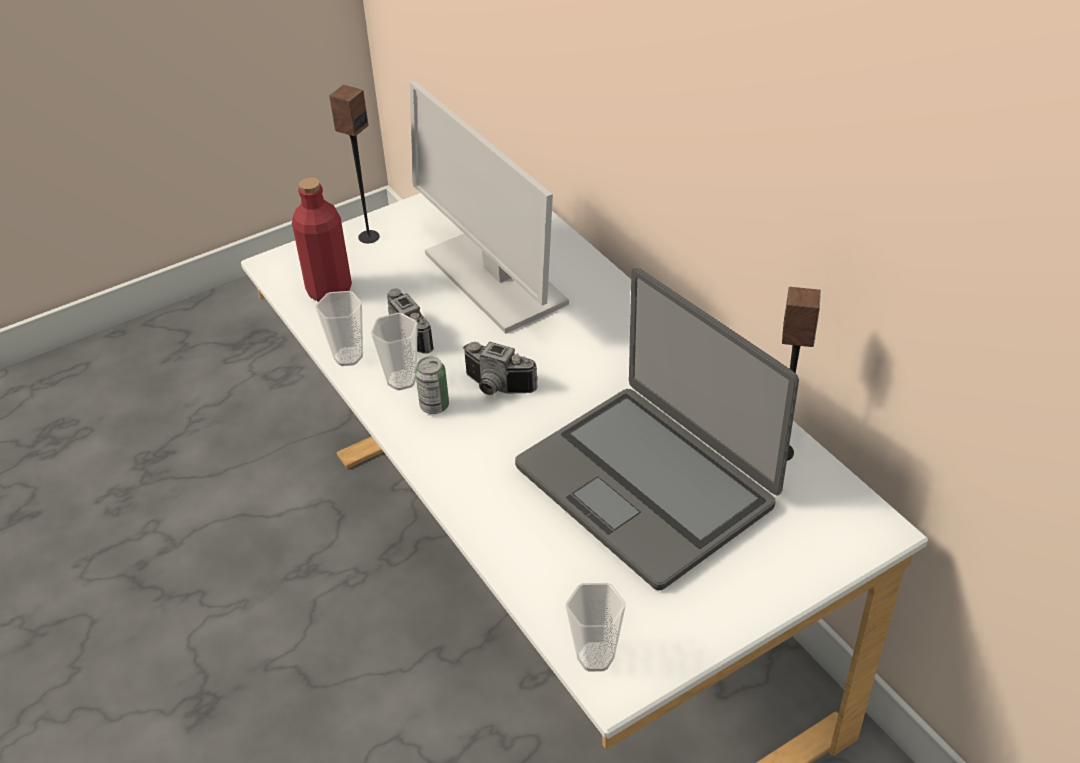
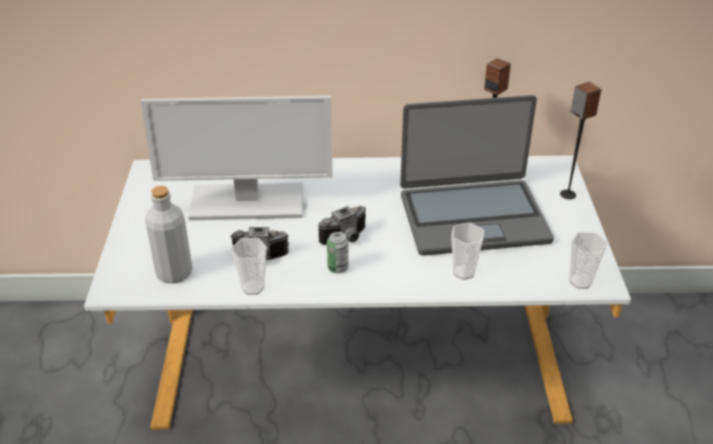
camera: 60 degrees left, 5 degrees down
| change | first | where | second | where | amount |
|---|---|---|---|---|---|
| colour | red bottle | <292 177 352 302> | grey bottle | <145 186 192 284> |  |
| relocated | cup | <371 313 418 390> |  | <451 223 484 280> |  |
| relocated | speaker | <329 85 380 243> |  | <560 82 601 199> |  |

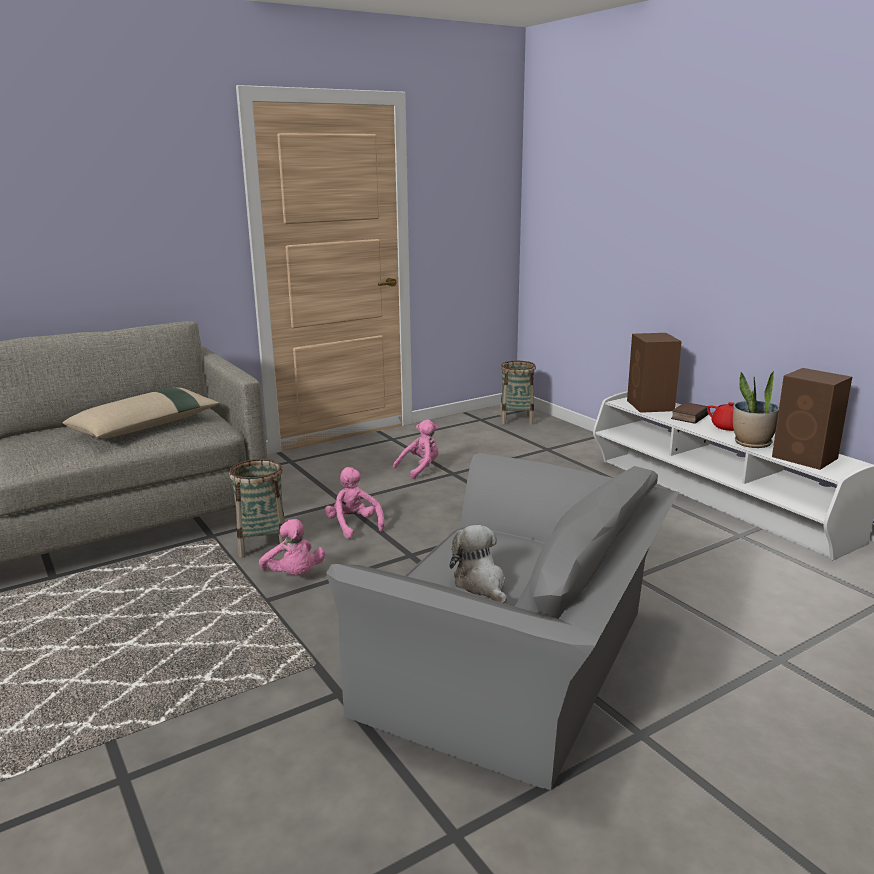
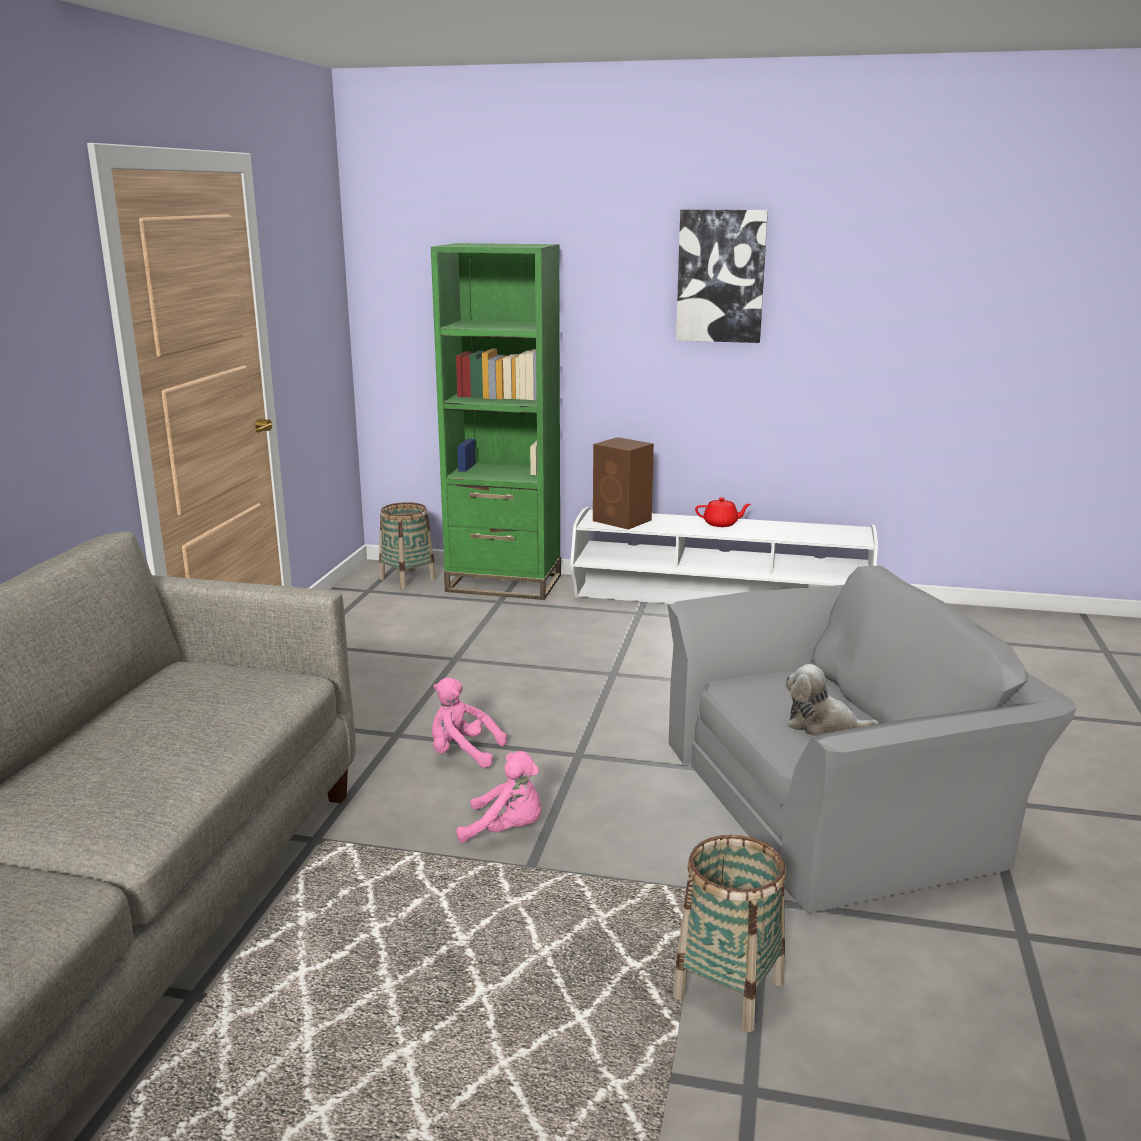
camera: 45 degrees left, 0 degrees up
| change | first | where | second | where | amount |
|---|---|---|---|---|---|
| appeared |  |  | green bookcase | <431 243 561 600> |  |
| relocated | basket | <229 459 286 558> |  | <673 835 786 1032> |  |
| appeared |  |  | picture | <676 210 768 343> |  |
| missing | beige pillow | <63 388 219 438> |  |  |  |
| missing | pink plush toy | <393 420 439 479> |  |  |  |
| missing | book | <671 402 708 424> |  |  |  |
| missing | potted plant | <733 371 779 448> |  |  |  |
| missing | brown speaker | <772 368 852 470> |  |  |  |

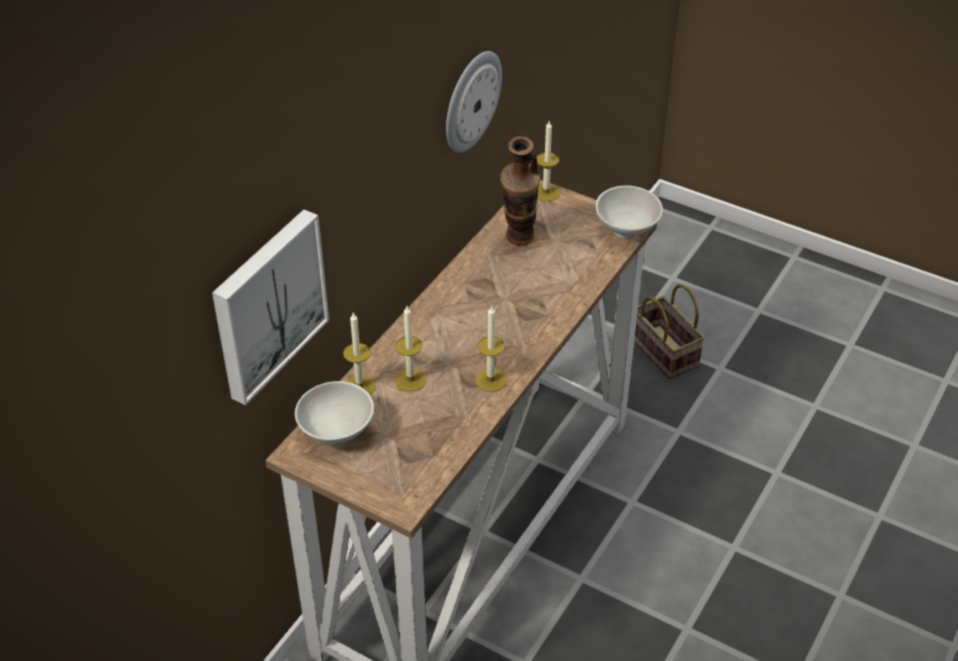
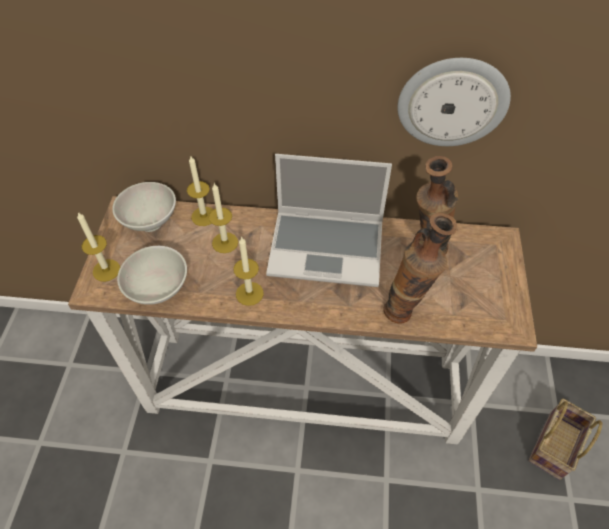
camera: 65 degrees right, 10 degrees up
| change | first | where | second | where | amount |
|---|---|---|---|---|---|
| relocated | candle | <537 121 560 202> |  | <77 212 120 282> |  |
| relocated | white bowl | <595 186 663 239> |  | <117 246 187 305> |  |
| appeared |  |  | laptop | <266 154 392 287> |  |
| appeared |  |  | vase | <383 213 457 324> |  |
| missing | picture | <212 209 329 405> |  |  |  |

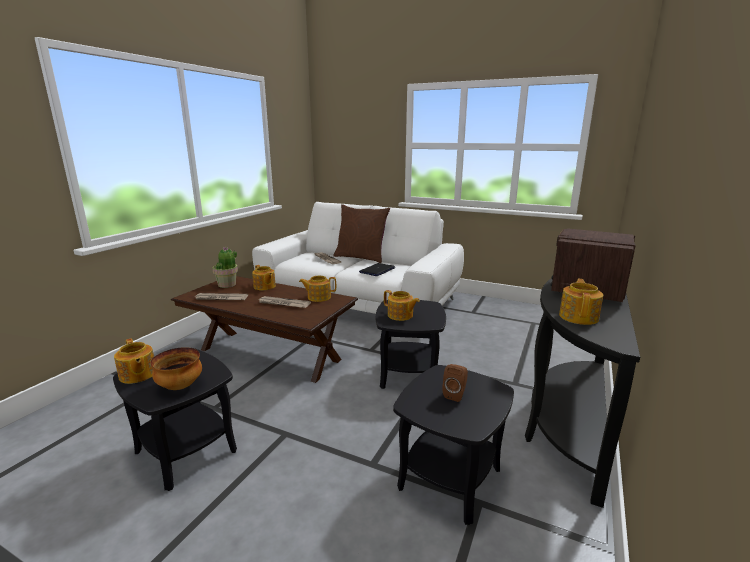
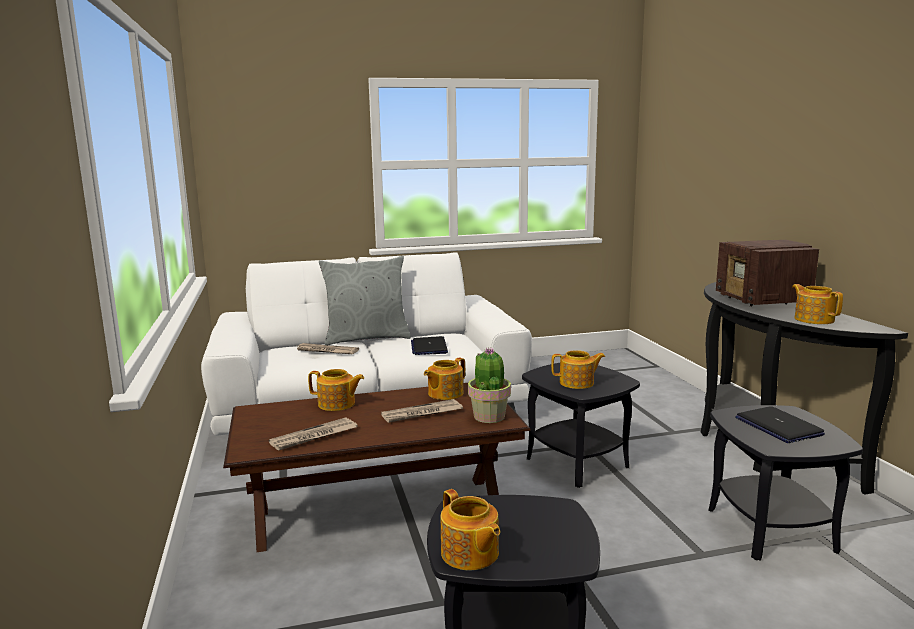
camera: 40 degrees left, 5 degrees down
| change | first | where | second | where | amount |
|---|---|---|---|---|---|
| colour | brown pillow | <333 204 390 263> | grey pillow | <319 256 411 345> |  |
| spun | teapot | <114 338 154 384> |  | <441 489 500 570> | 45 degrees clockwise |
| relocated | potted plant | <212 247 238 288> |  | <468 348 511 423> |  |
| exchanged | brown speaker | <442 364 468 402> | laptop | <735 406 825 443> |  |
| missing | bowl | <150 347 202 390> |  |  |  |

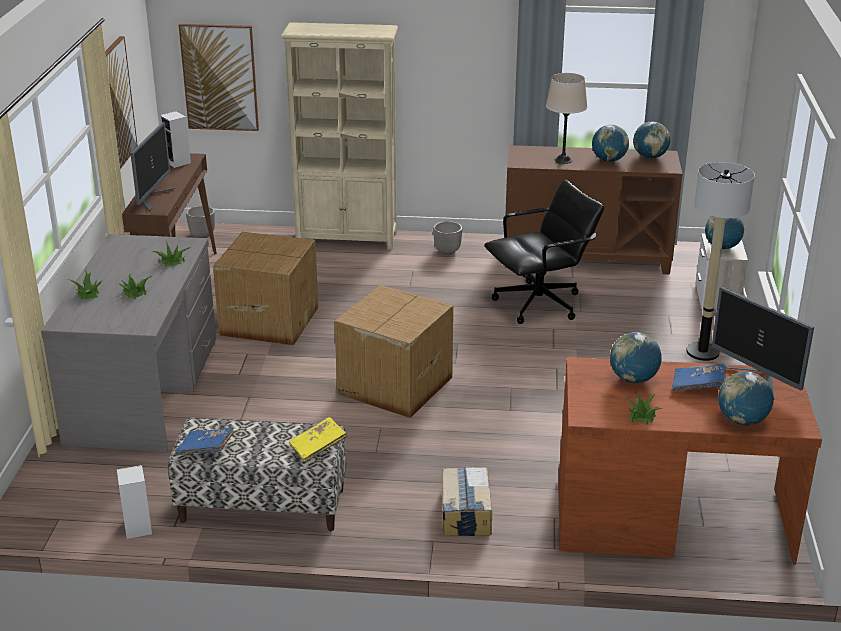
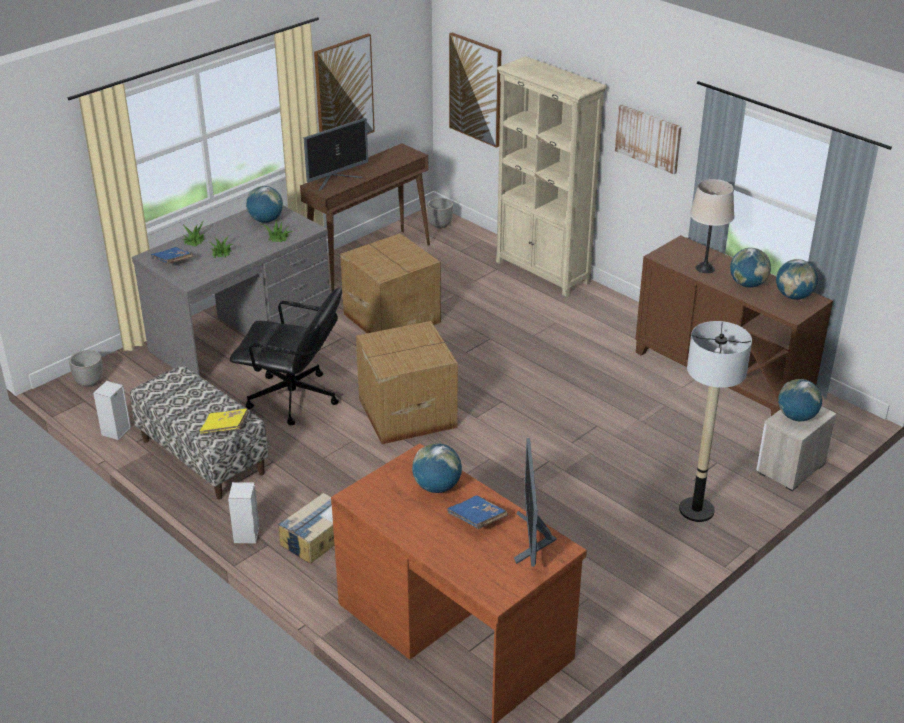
camera: 40 degrees right, 5 degrees up
| change | first | where | second | where | amount |
|---|---|---|---|---|---|
| relocated | planter | <433 221 462 255> |  | <69 350 103 387> |  |
| relocated | blue book | <175 428 234 455> |  | <151 247 193 264> |  |
| relocated | speaker | <160 111 191 168> |  | <228 482 260 544> |  |
| relocated | black office chair | <484 180 604 324> |  | <230 288 342 425> |  |
| relocated | globe | <718 372 774 425> |  | <246 186 283 223> |  |
| appeared |  |  | picture | <615 104 682 174> |  |
| missing | potted plant | <627 394 662 425> |  |  |  |

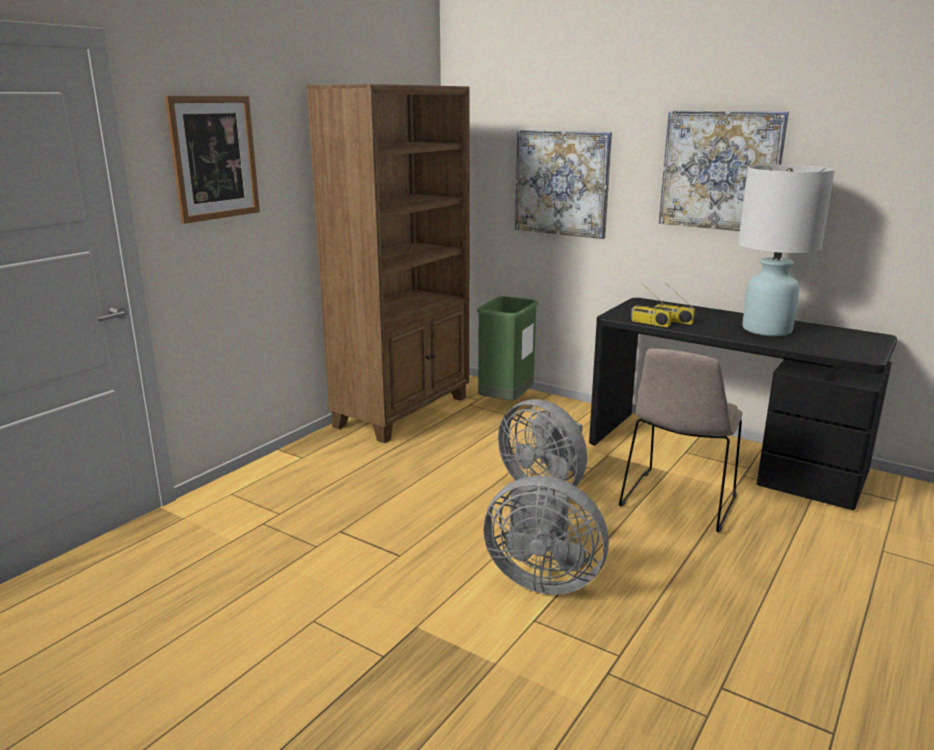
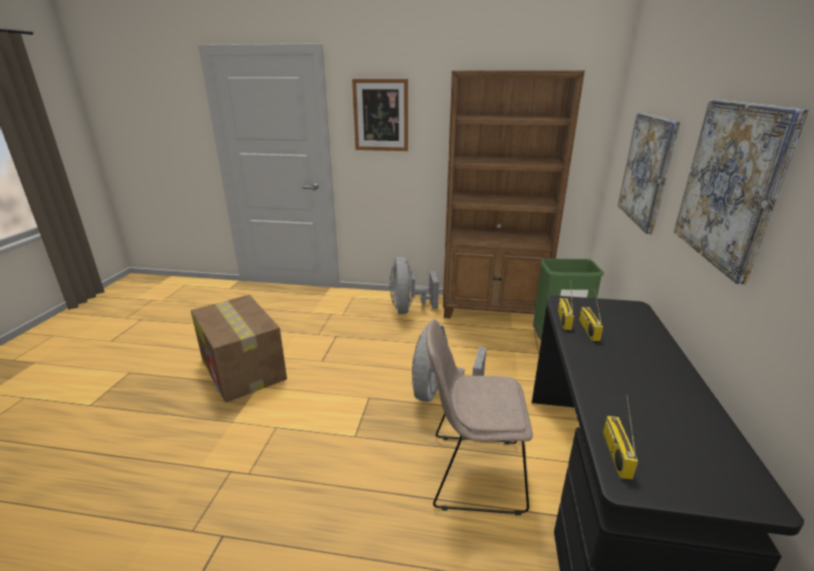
camera: 65 degrees right, 5 degrees up
| change | first | where | second | where | amount |
|---|---|---|---|---|---|
| appeared |  |  | cardboard box | <191 295 287 403> |  |
| relocated | grey fan | <484 476 609 595> |  | <389 257 439 314> |  |
| appeared |  |  | radio | <603 395 638 479> |  |
| missing | white table lamp | <738 165 835 336> |  |  |  |

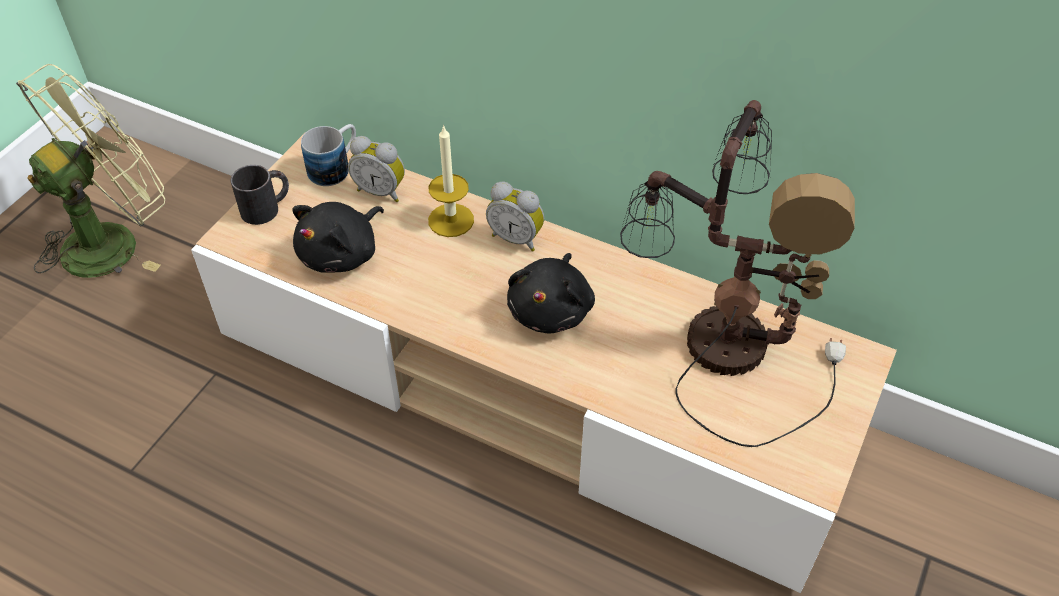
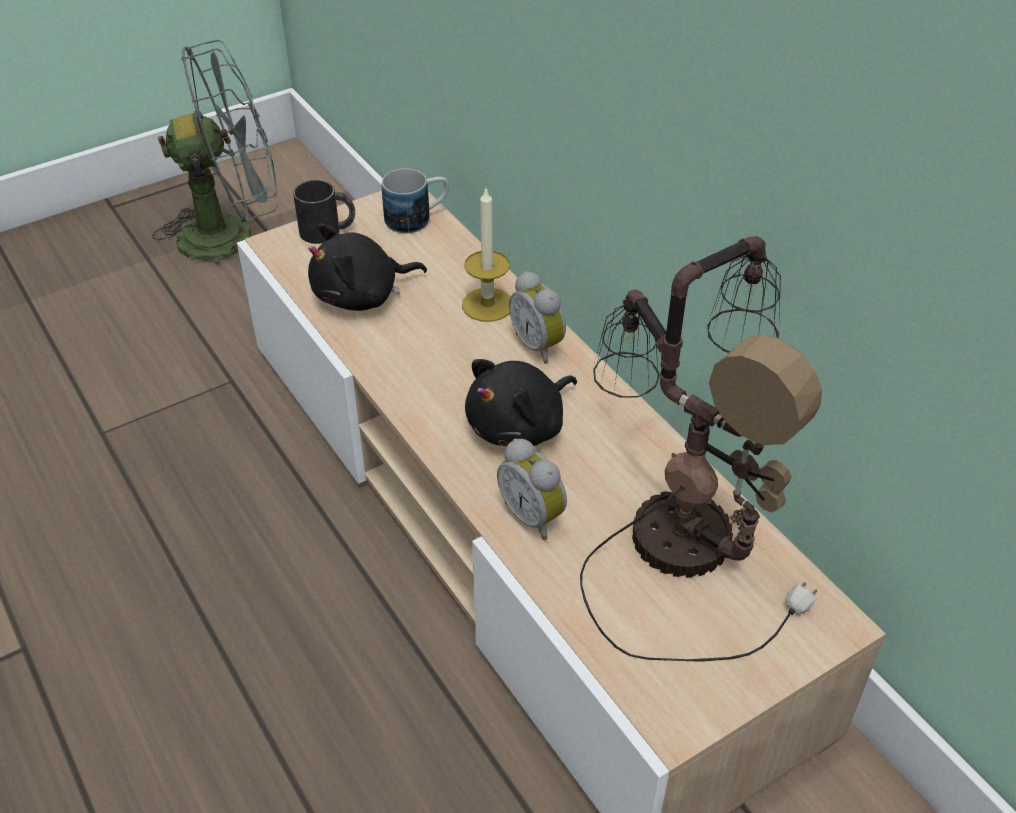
camera: 30 degrees right, 5 degrees down
| change | first | where | second | where | amount |
|---|---|---|---|---|---|
| colour | green fan | <16 64 165 278> | grey fan | <152 40 278 270> |  |
| relocated | alarm clock | <348 136 405 202> |  | <497 439 567 540> |  |

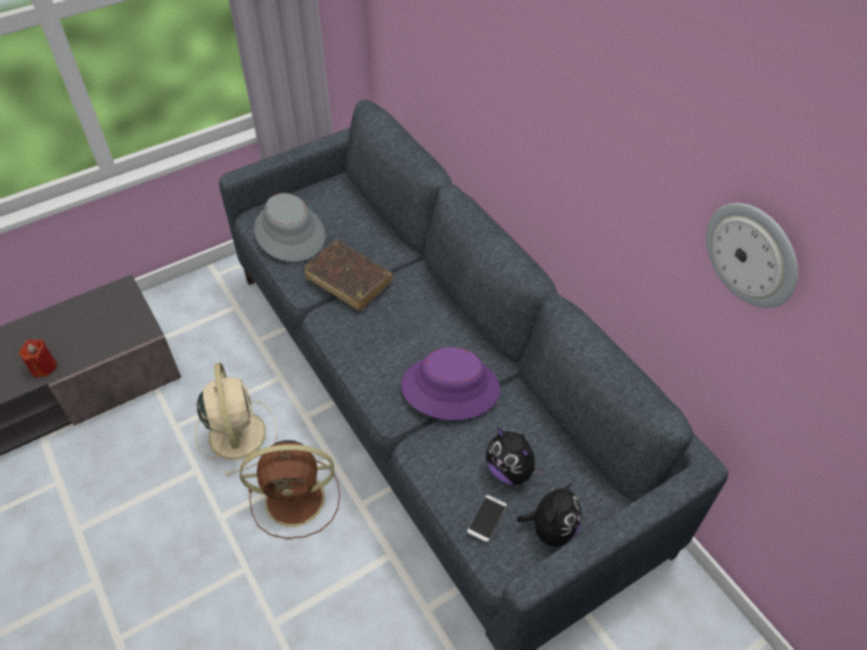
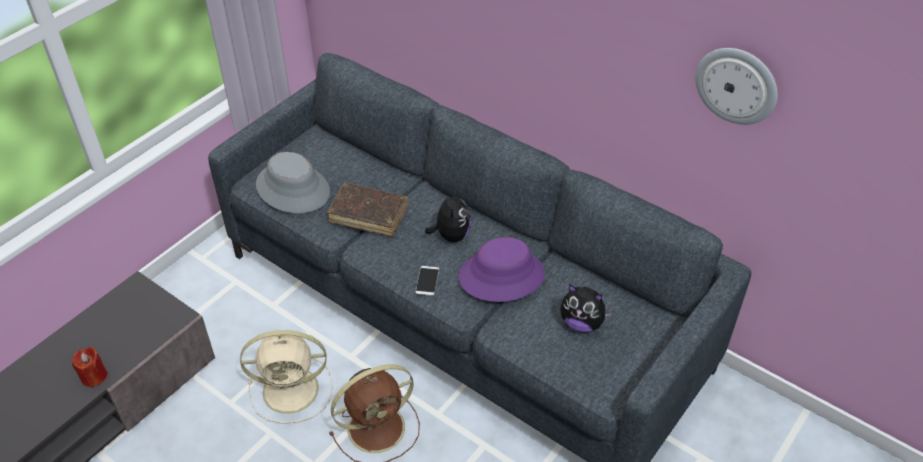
camera: 20 degrees left, 5 degrees down
| change | first | where | second | where | amount |
|---|---|---|---|---|---|
| spun | beige fan | <194 362 278 476> |  | <240 330 333 424> | 120 degrees clockwise |
| relocated | phone | <467 495 507 542> |  | <415 266 439 296> |  |
| relocated | plush toy | <517 482 582 547> |  | <425 187 471 242> |  |

